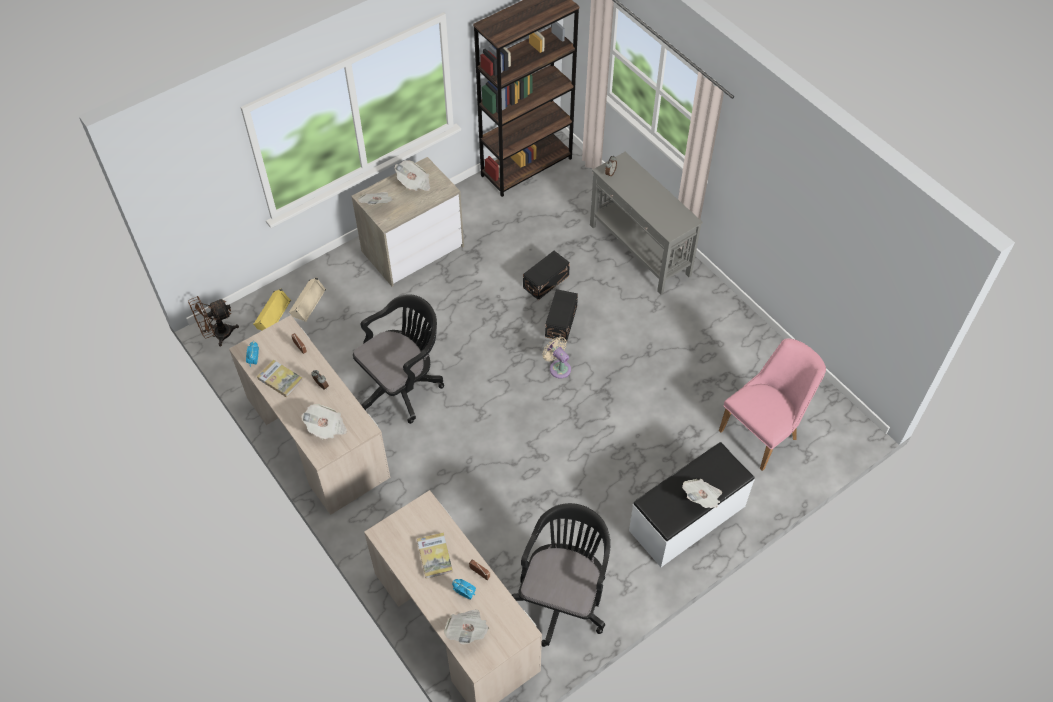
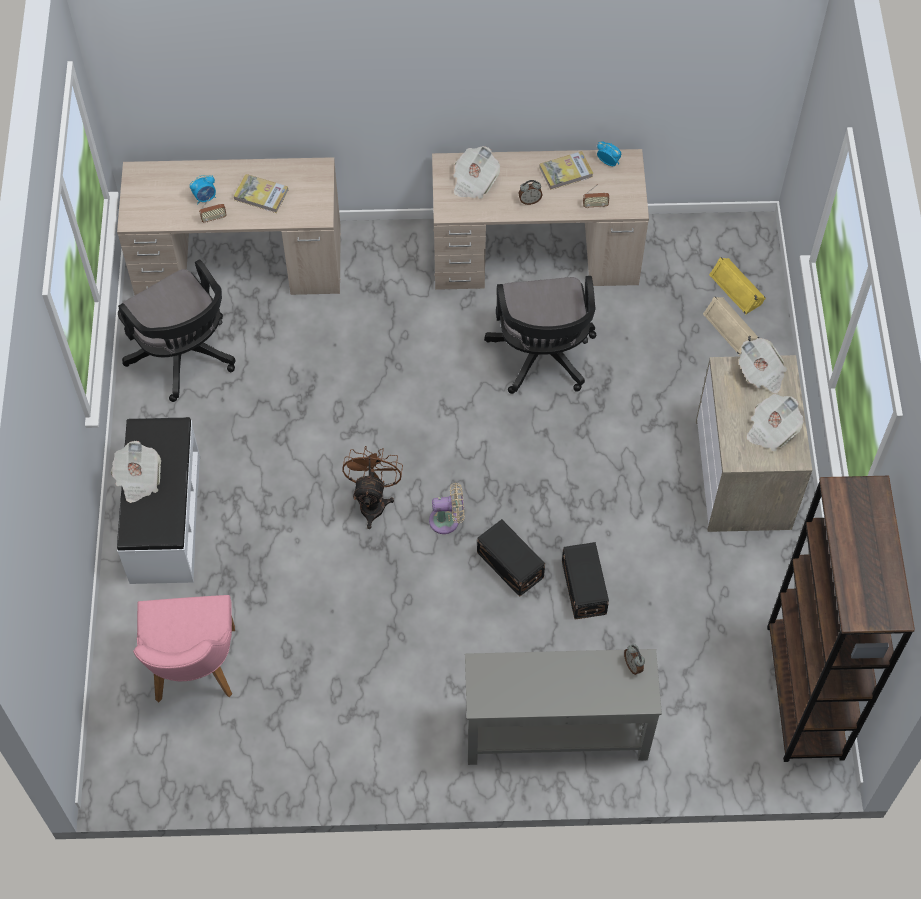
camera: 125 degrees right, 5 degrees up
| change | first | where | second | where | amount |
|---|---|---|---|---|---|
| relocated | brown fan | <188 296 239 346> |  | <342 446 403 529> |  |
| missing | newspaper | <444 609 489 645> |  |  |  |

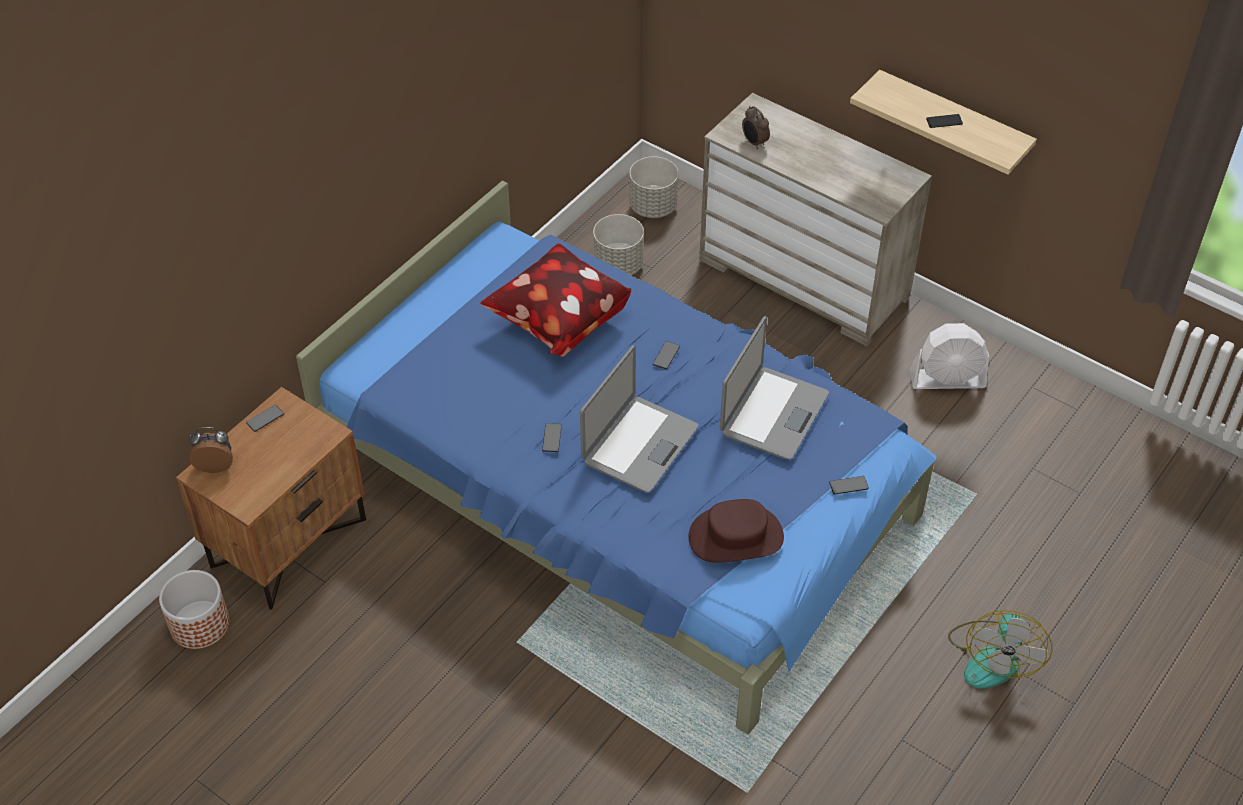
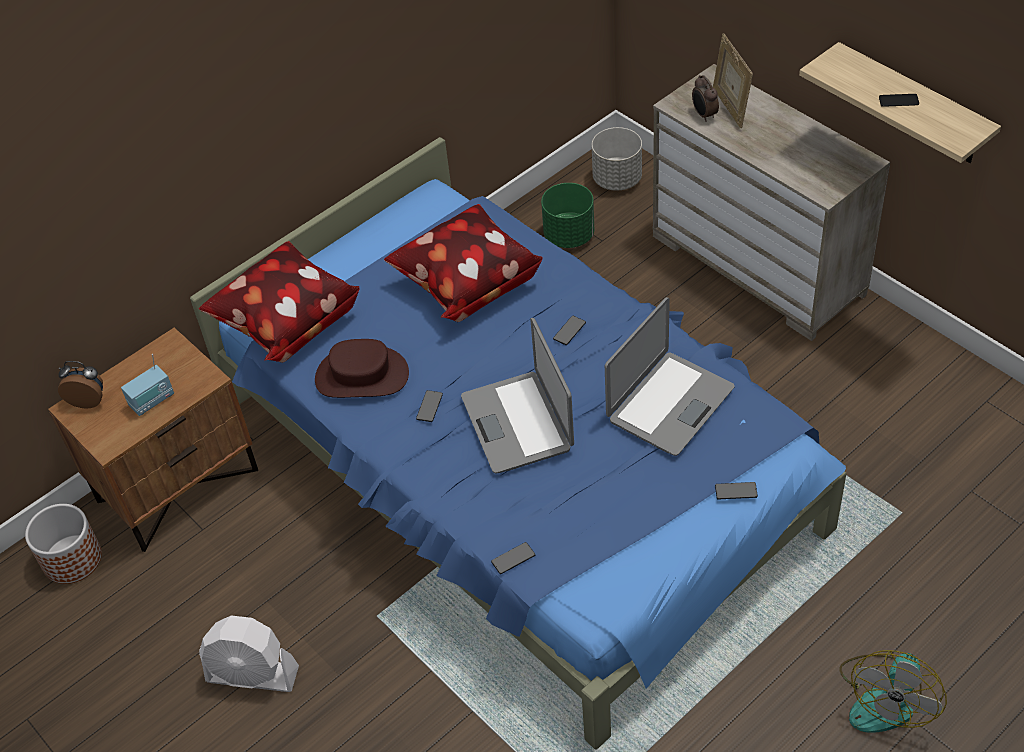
camera: 15 degrees right, 0 degrees up
| change | first | where | second | where | amount |
|---|---|---|---|---|---|
| appeared |  |  | radio | <121 354 174 416> |  |
| appeared |  |  | pillow | <199 241 359 363> |  |
| relocated | white fan | <910 323 989 389> |  | <199 616 299 692> |  |
| relocated | brown hat | <689 499 784 563> |  | <315 339 409 398> |  |
| spun | laptop | <580 346 698 493> |  | <461 318 574 473> | 120 degrees clockwise |
| relocated | phone | <246 405 284 432> |  | <491 542 535 574> |  |
| colour | grey planter | <593 214 644 275> | green planter | <541 183 594 248> |  |
| appeared |  |  | picture frame | <713 33 753 128> |  |

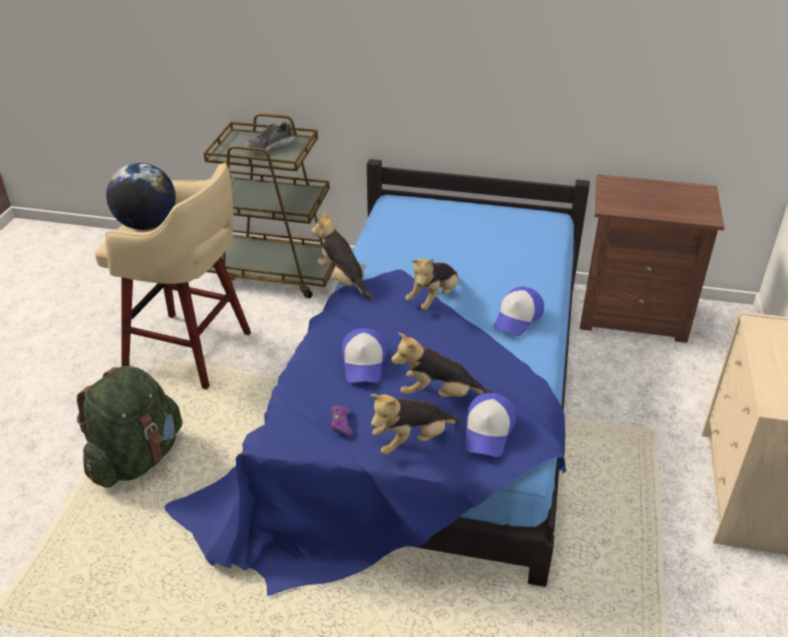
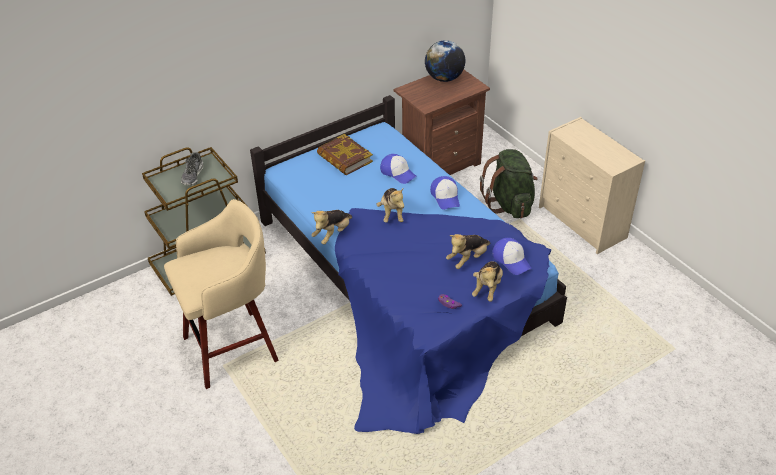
camera: 45 degrees left, 5 degrees up
| change | first | where | second | where | amount |
|---|---|---|---|---|---|
| spun | plush toy | <311 211 374 301> |  | <311 210 352 245> | 60 degrees counterclockwise |
| appeared |  |  | book | <317 134 373 175> |  |
| relocated | cap | <342 328 387 383> |  | <380 154 417 184> |  |
| relocated | globe | <106 163 176 230> |  | <425 40 465 82> |  |
| relocated | green backpack | <77 366 182 487> |  | <480 149 538 218> |  |

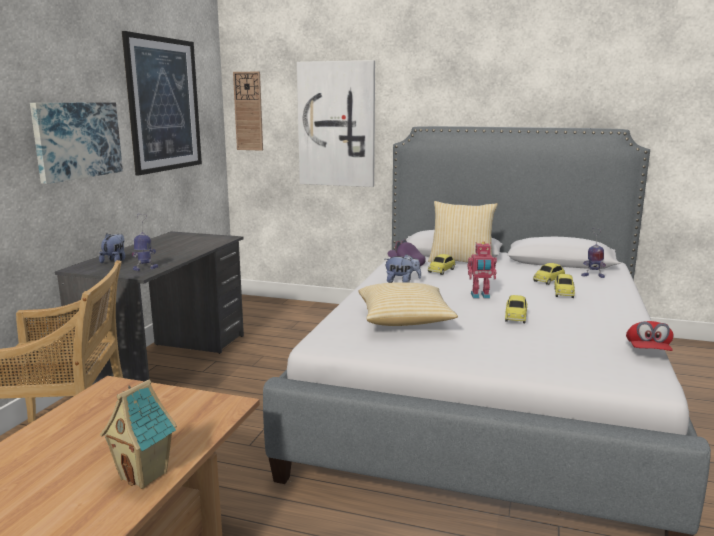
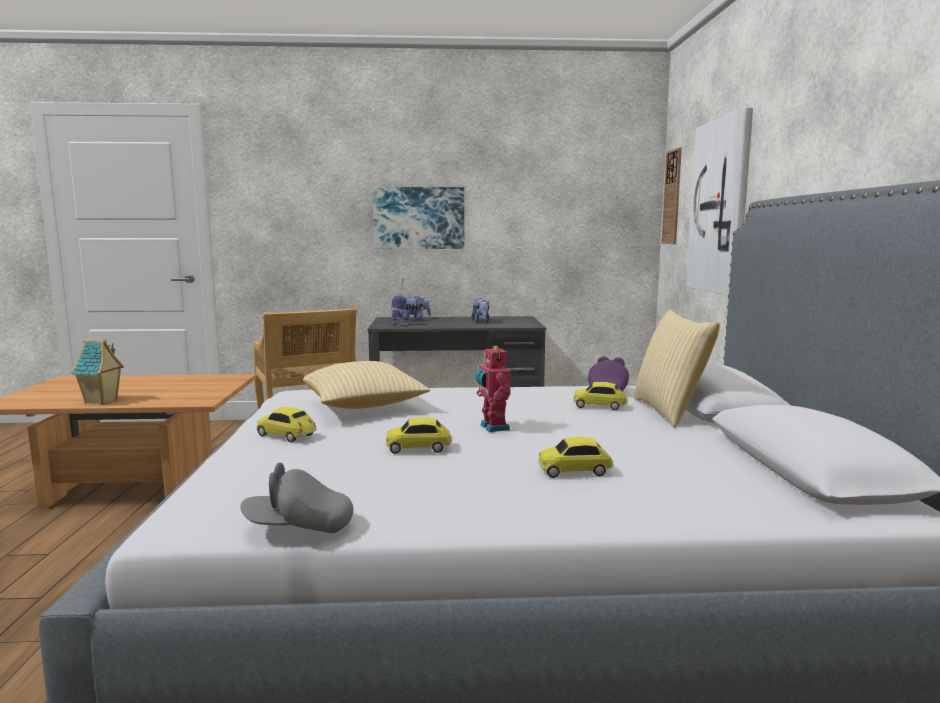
camera: 70 degrees right, 5 degrees down
| change | first | where | second | where | amount |
|---|---|---|---|---|---|
| colour | red cap | <626 321 674 351> | grey cap | <240 463 353 533> |  |
| relocated | toy car | <533 263 565 285> |  | <257 407 317 443> |  |
| relocated | plush toy | <385 254 421 283> |  | <471 298 490 323> |  |
| missing | picture | <122 31 202 175> |  |  |  |
| missing | toy robot | <581 228 606 278> |  |  |  |

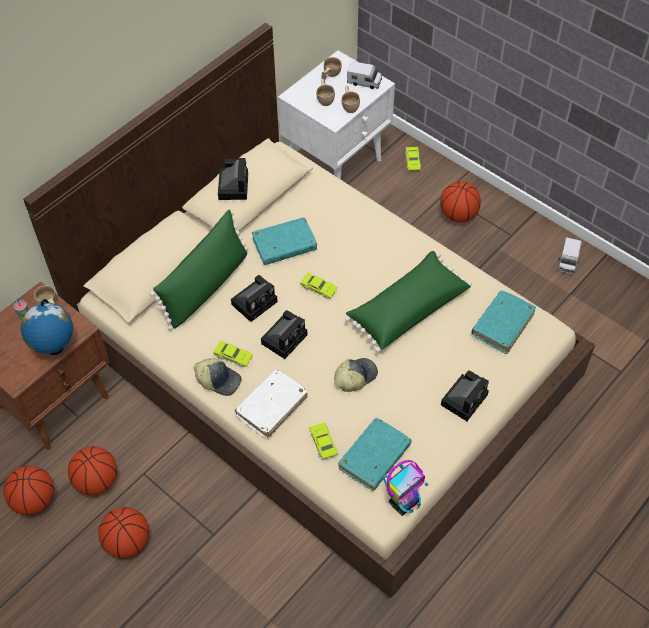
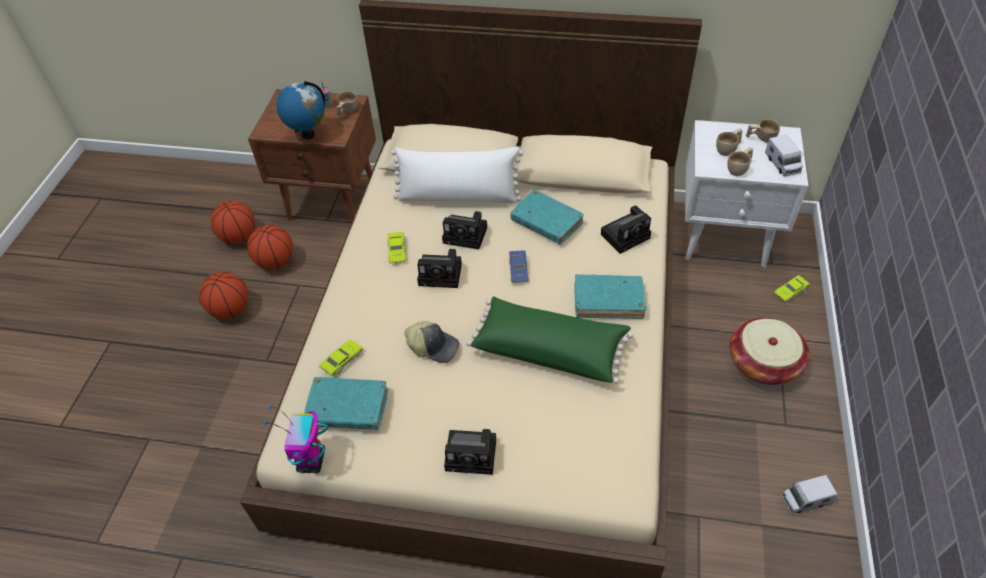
camera: 60 degrees right, 5 degrees down
| change | first | where | second | where | amount |
|---|---|---|---|---|---|
| spun | toy robot | <384 460 428 516> |  | <263 405 329 473> | 75 degrees clockwise |
| colour | green pillow | <150 210 248 331> | white pillow | <391 146 523 203> |  |
| colour | green toy car | <300 273 338 299> | blue toy car | <509 250 529 283> |  |
| relocated | turquoise book | <471 290 536 354> |  | <575 274 646 319> |  |
| relocated | photo camera | <218 158 248 200> |  | <601 205 651 254> |  |
| exchanged | basketball | <440 181 481 222> | basket | <730 318 810 385> |  |
| missing | cap | <194 358 242 396> |  |  |  |
| missing | white book | <235 370 308 439> |  |  |  |

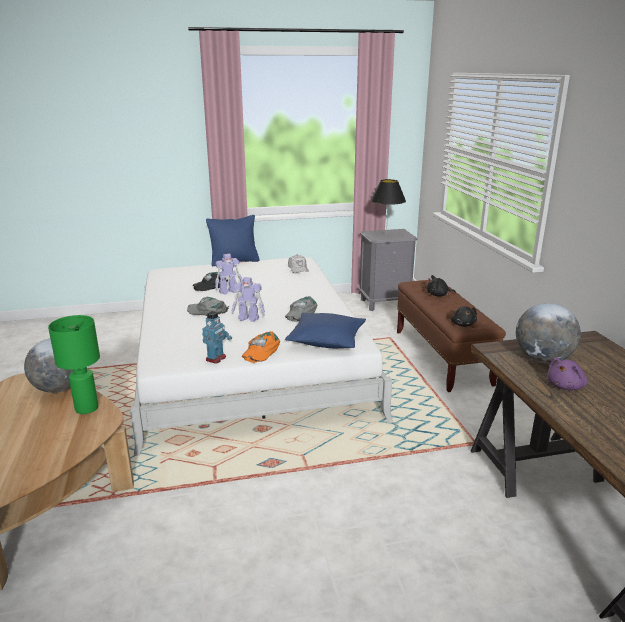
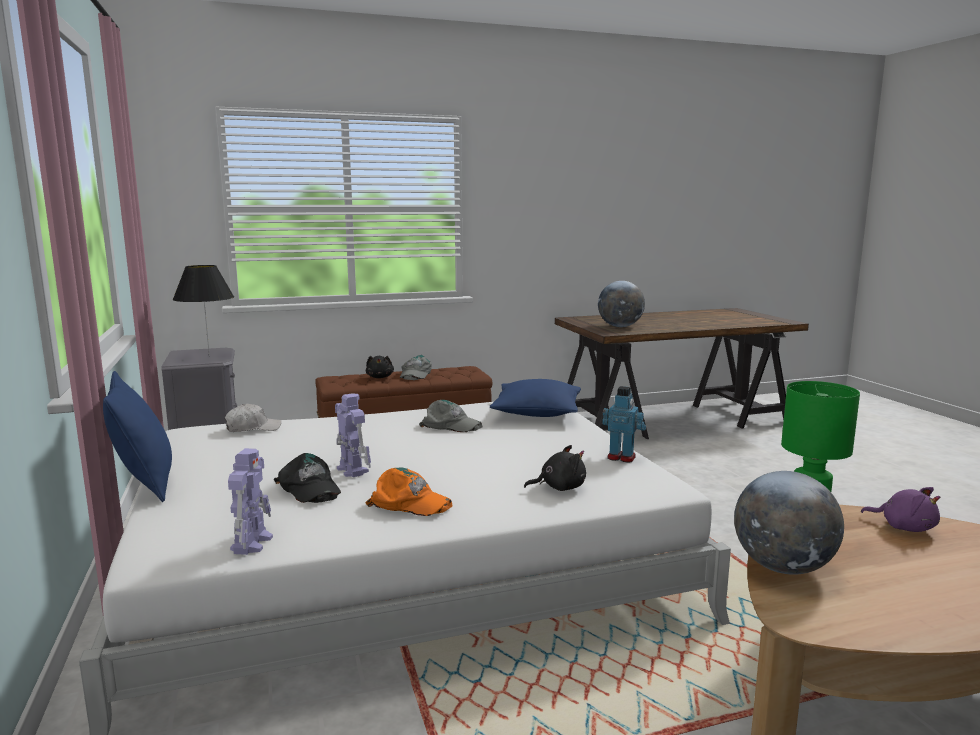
camera: 95 degrees left, 10 degrees down
| change | first | where | second | where | amount |
|---|---|---|---|---|---|
| relocated | toy robot | <232 277 265 322> |  | <228 448 273 555> |  |
| relocated | orange cap | <242 331 280 363> |  | <365 468 453 516> |  |
| relocated | grey cap | <187 297 229 316> |  | <400 355 432 380> |  |
| relocated | black plush toy | <451 306 477 327> |  | <524 445 586 491> |  |
| relocated | purple plush toy | <547 357 587 390> |  | <861 487 940 532> |  |

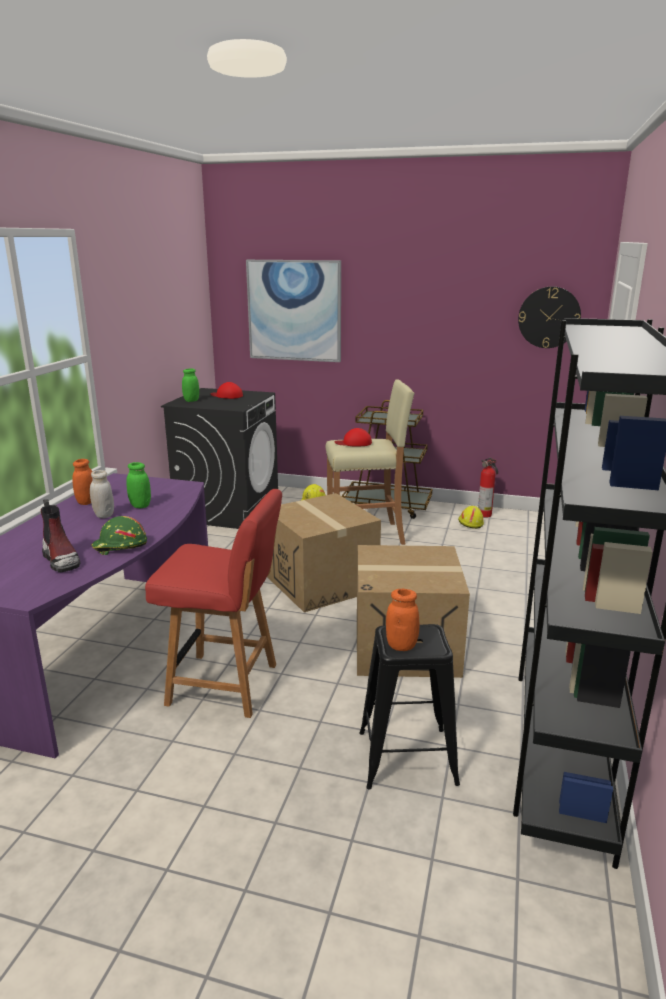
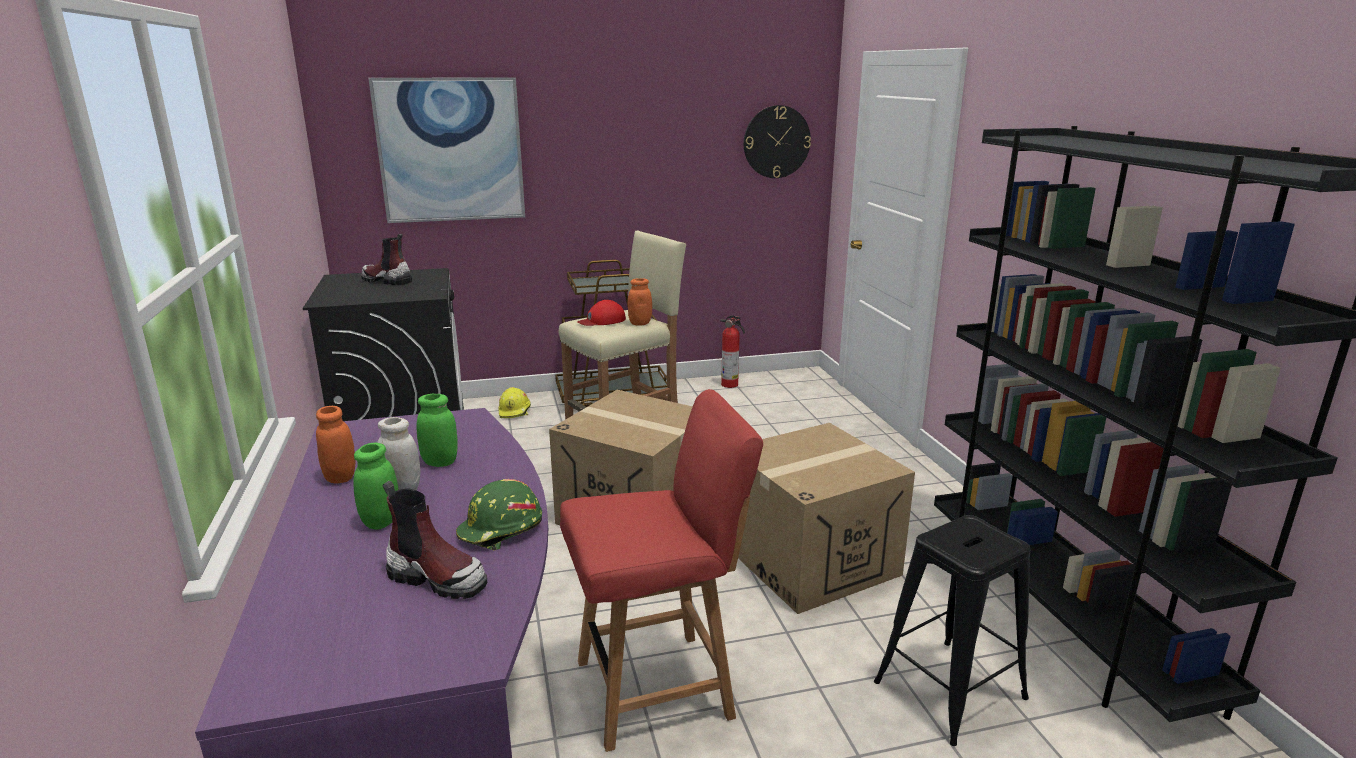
camera: 30 degrees left, 0 degrees up
| change | first | where | second | where | amount |
|---|---|---|---|---|---|
| relocated | green jar | <182 368 199 402> |  | <353 443 398 530> |  |
| exchanged | red cap | <211 382 243 399> | boot | <361 234 412 285> |  |
| relocated | orange jar | <386 589 419 651> |  | <628 278 652 326> |  |
| missing | yellow hard hat | <458 506 484 529> |  |  |  |

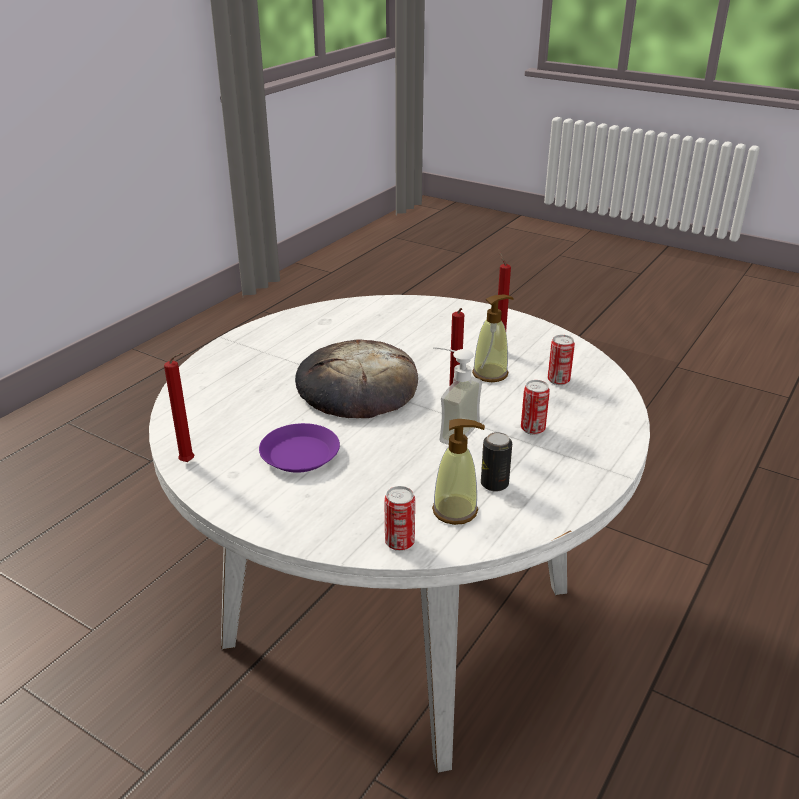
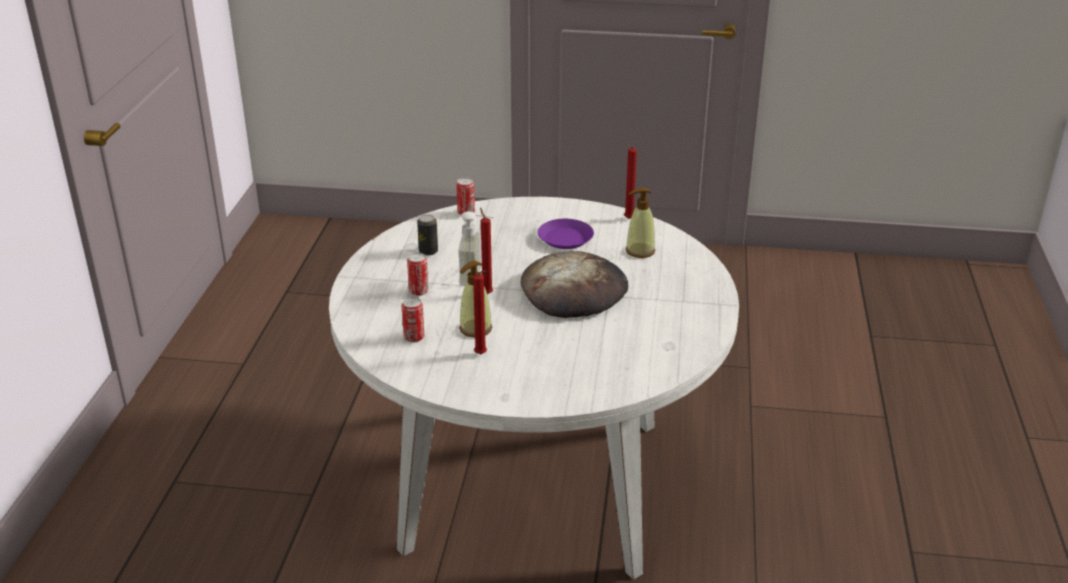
camera: 155 degrees right, 0 degrees up
| change | first | where | second | where | amount |
|---|---|---|---|---|---|
| relocated | soap dispenser | <432 419 485 525> |  | <626 188 655 258> |  |

